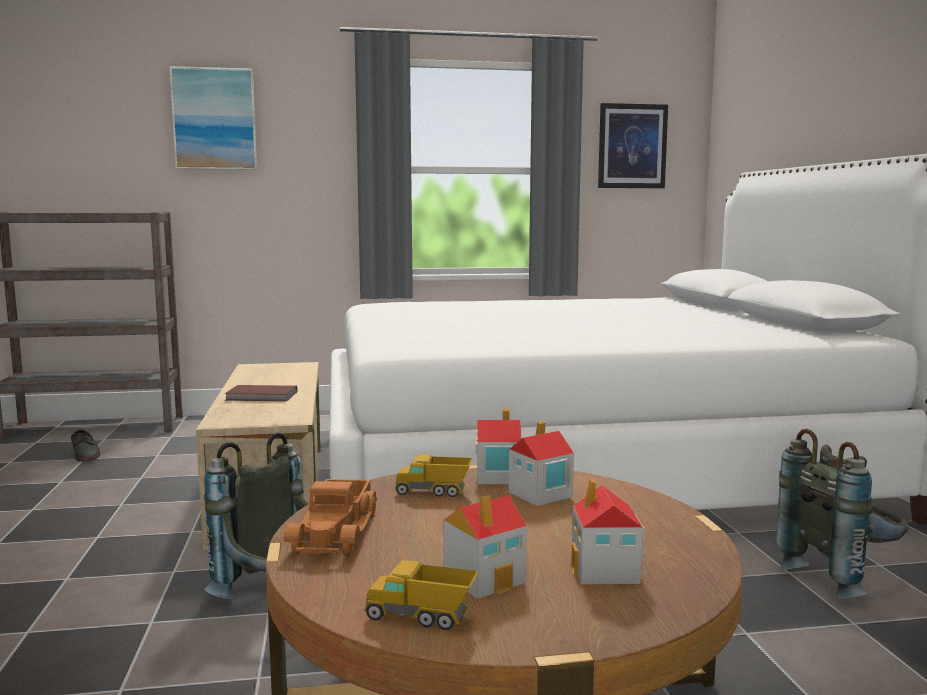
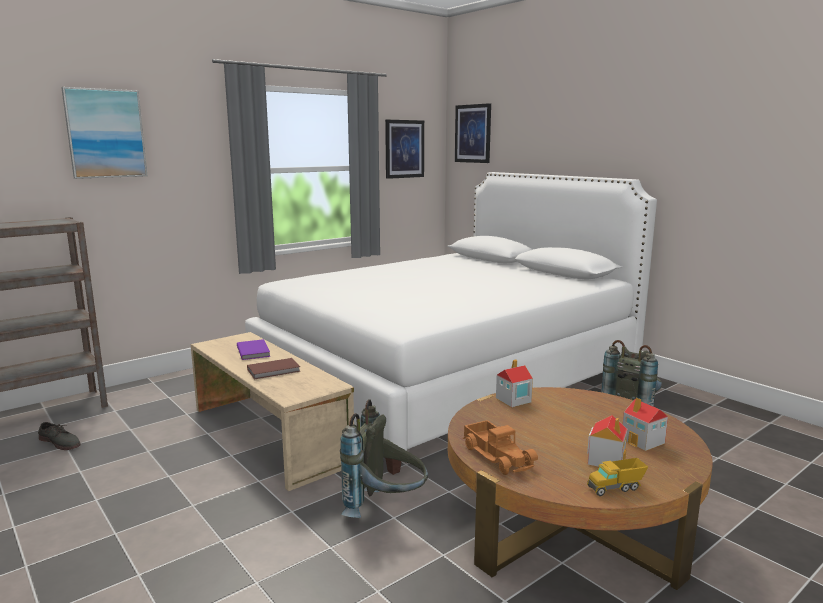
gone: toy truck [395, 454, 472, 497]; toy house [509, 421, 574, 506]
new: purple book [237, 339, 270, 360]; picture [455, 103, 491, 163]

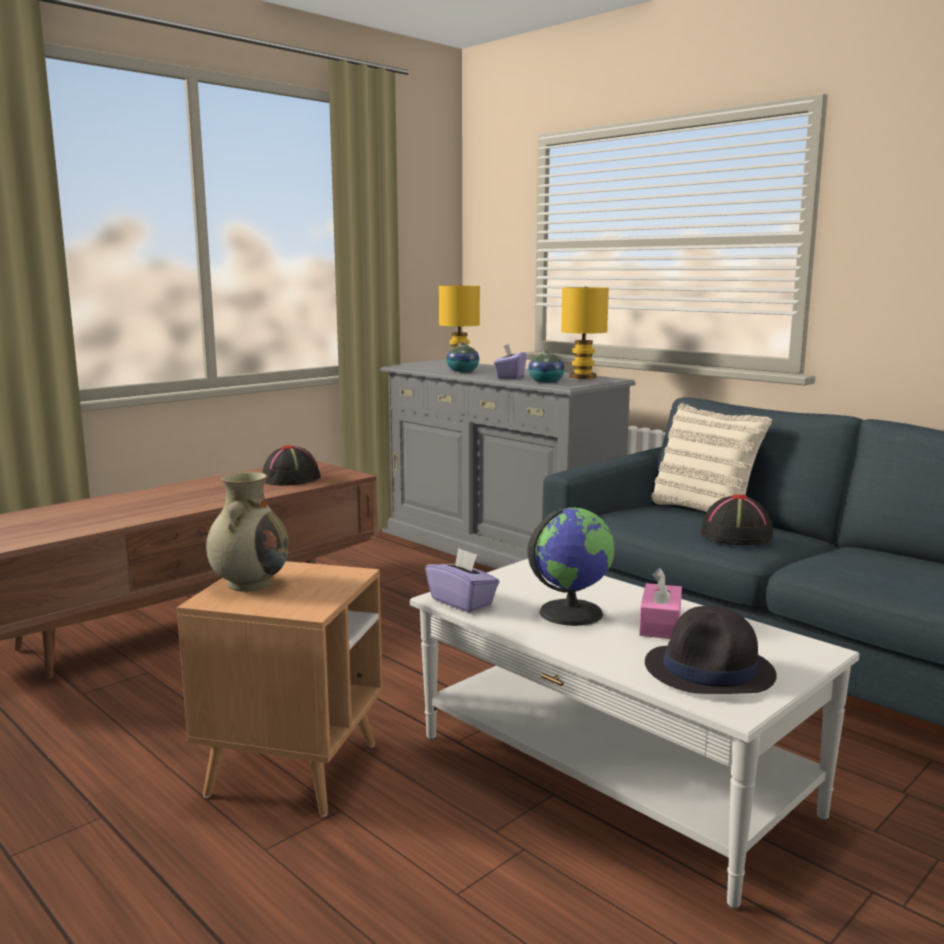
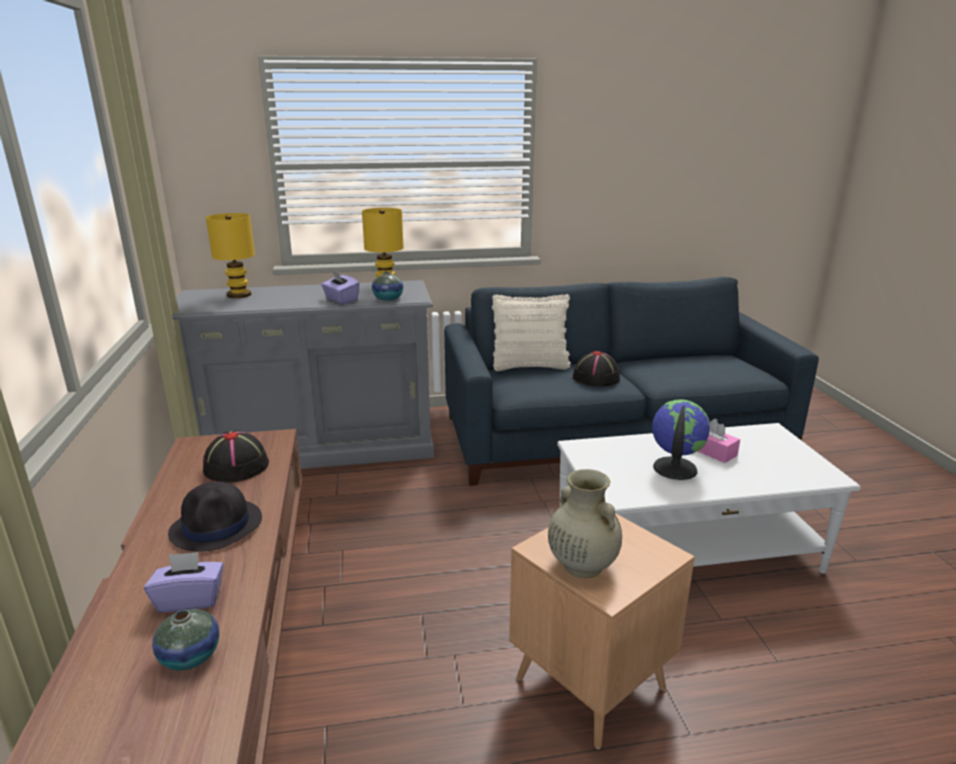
shifted: purple tissue box [425, 548, 500, 613] to [144, 552, 224, 612]; vase [447, 343, 479, 372] to [152, 609, 220, 670]; black hat [645, 606, 777, 694] to [168, 482, 262, 552]

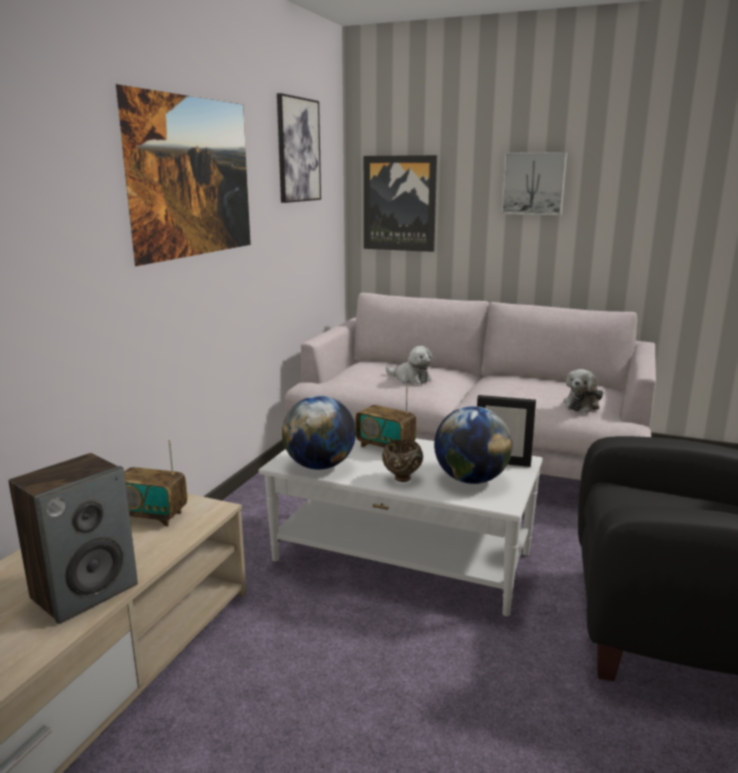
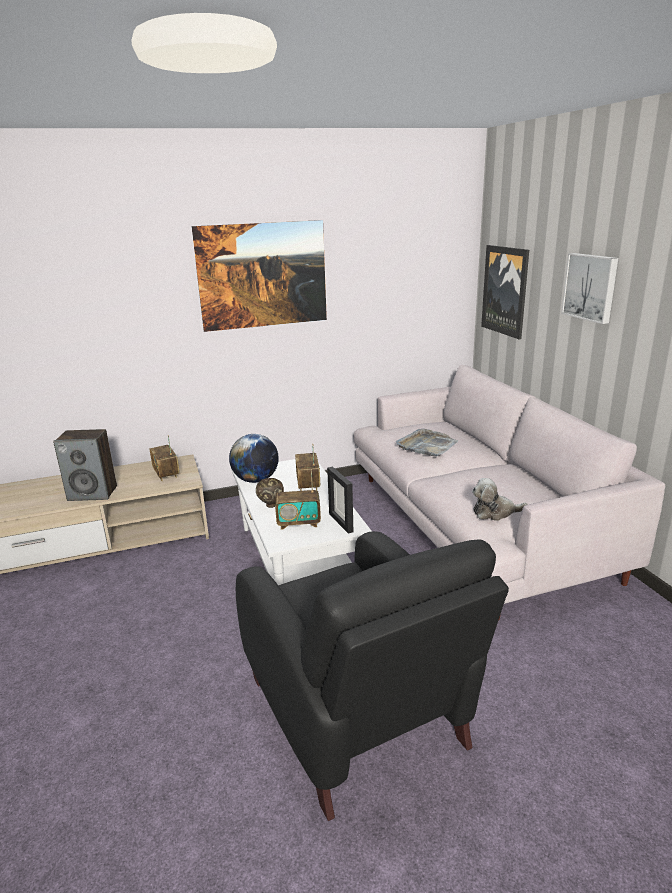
gone: picture [277, 93, 321, 203]
swapped: globe [434, 406, 512, 484] to radio [275, 469, 321, 530]; plush toy [386, 346, 433, 384] to grey tray [396, 429, 459, 457]

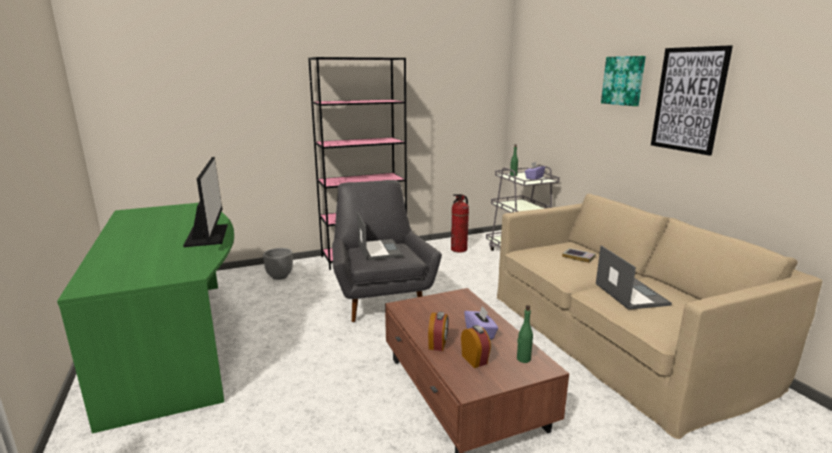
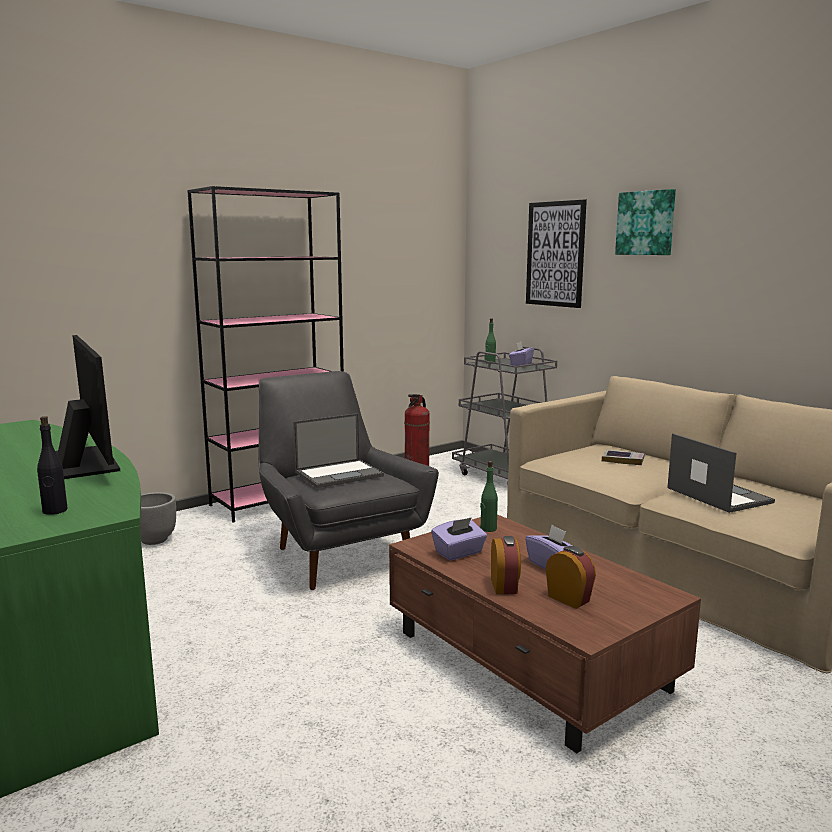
new: black bottle [37, 416, 67, 515]; purple tissue box [431, 517, 487, 561]
shifted: green bottle [517, 305, 533, 363] to [480, 461, 498, 532]; picture [651, 45, 733, 156] to [526, 199, 587, 308]
rotated: laptop [357, 212, 403, 260] = [293, 413, 384, 488] 90 degrees clockwise

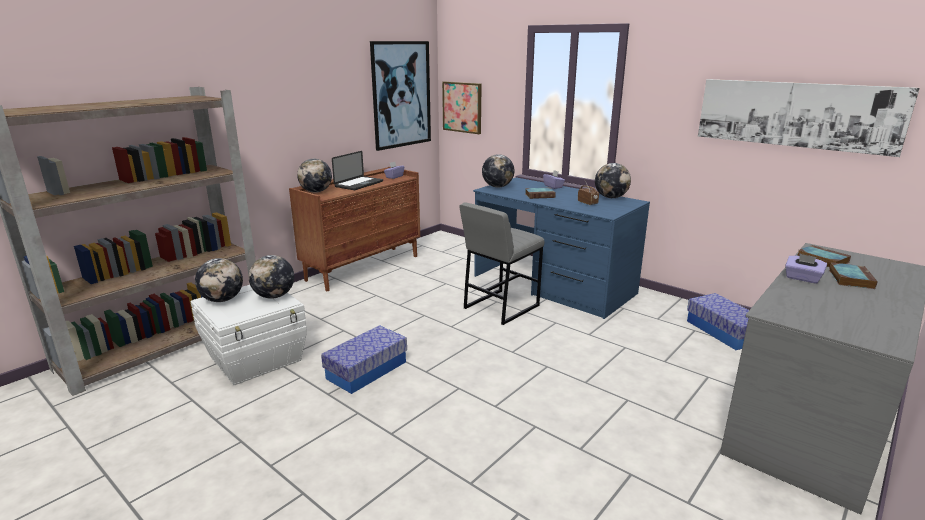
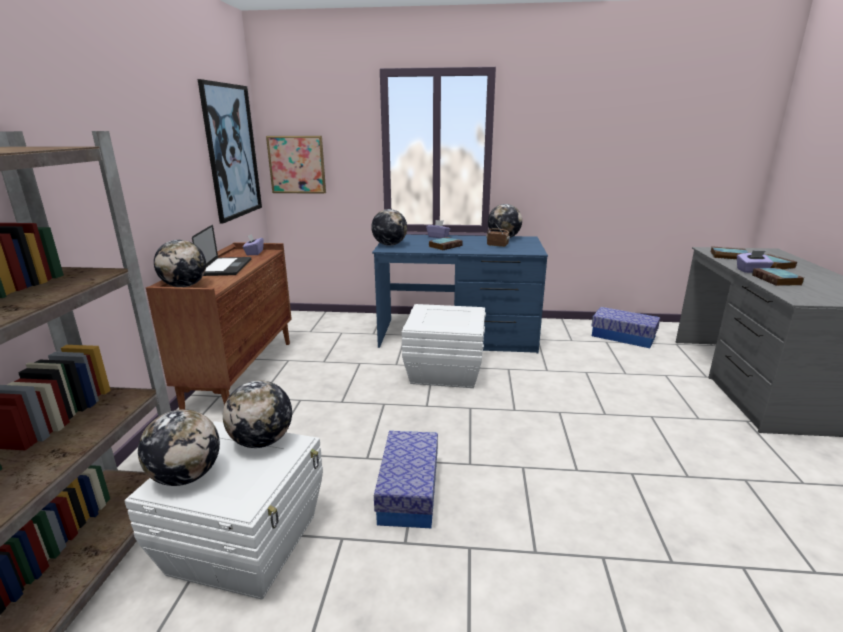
gone: picture [698, 79, 920, 157]
new: book [752, 268, 804, 286]
swapped: grey chair [460, 203, 545, 325] to white storage box [402, 304, 486, 388]

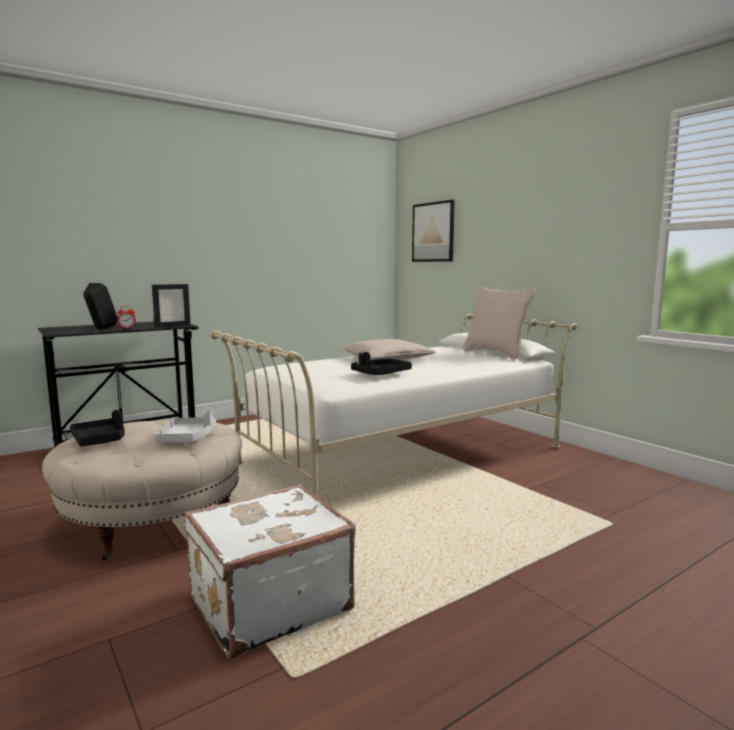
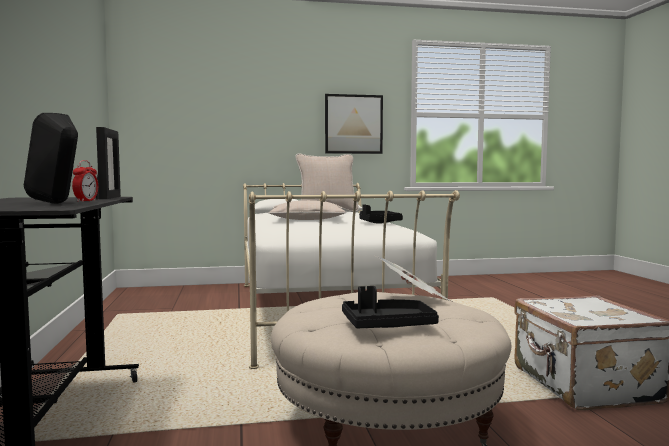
shifted: picture [412, 200, 455, 262] to [325, 94, 383, 154]
swapped: grey tray [155, 410, 216, 443] to newspaper [376, 256, 454, 302]

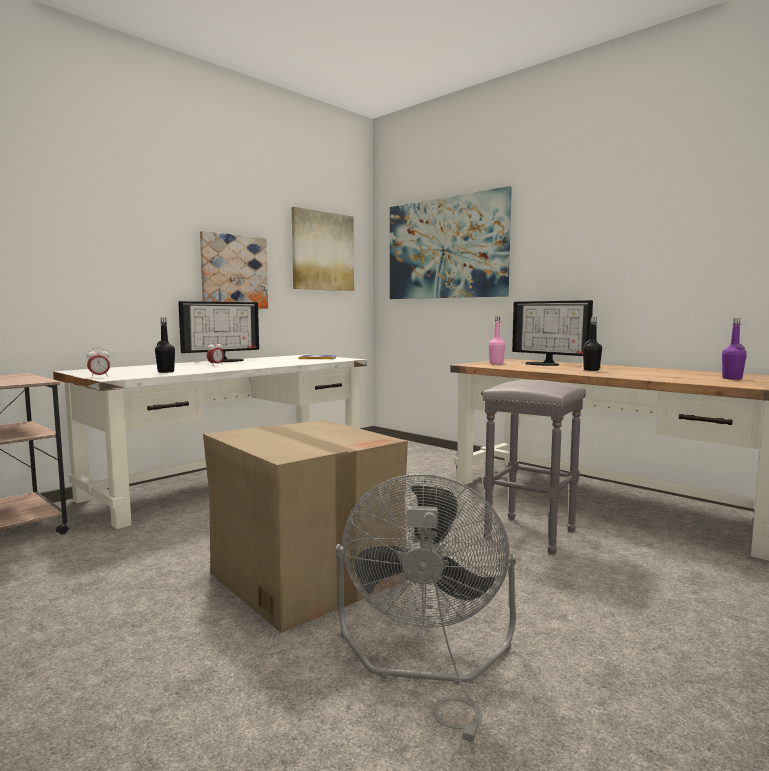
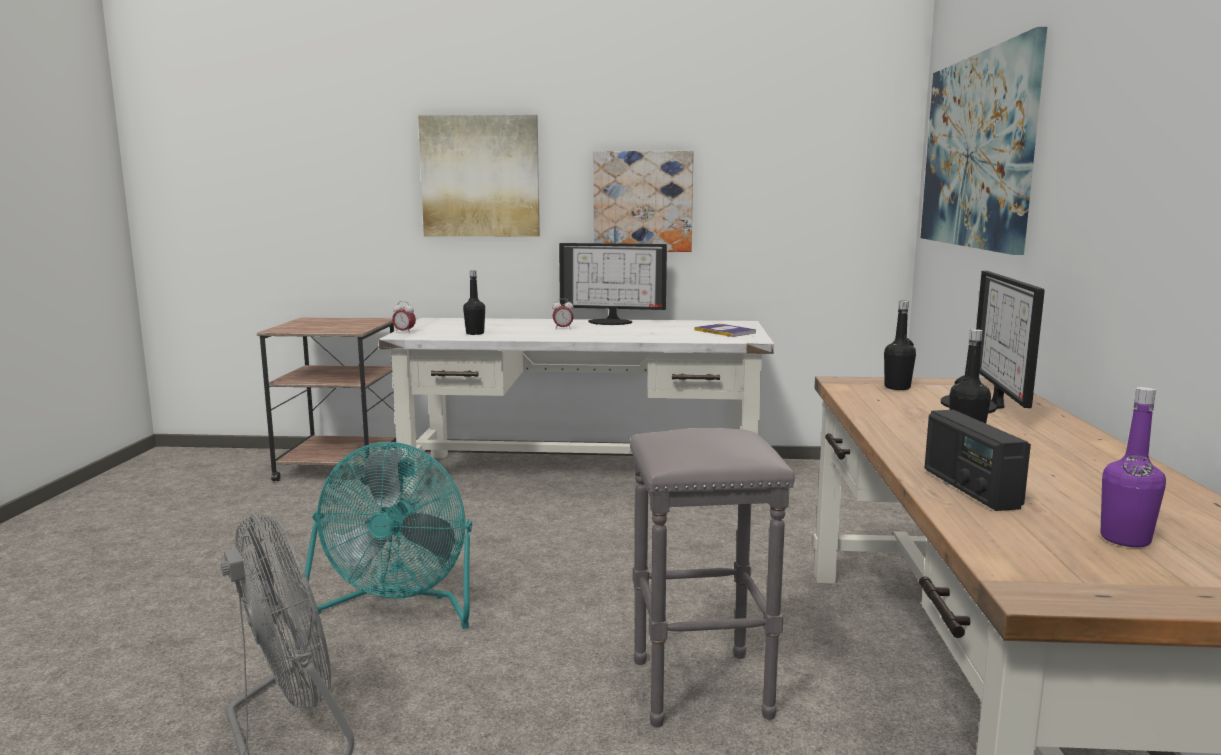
new: radio [925, 410, 1031, 511]
shifted: picture [292, 207, 354, 291] to [418, 115, 540, 237]
swapped: cardboard box [203, 420, 408, 633] to turquoise fan [302, 442, 472, 629]
repainted: pink bottle [489, 317, 505, 364] to black bottle [884, 301, 916, 390]

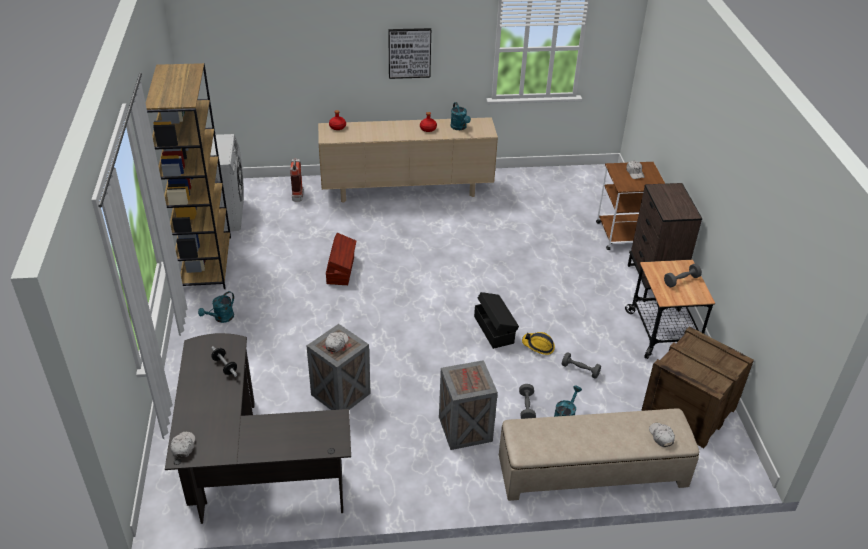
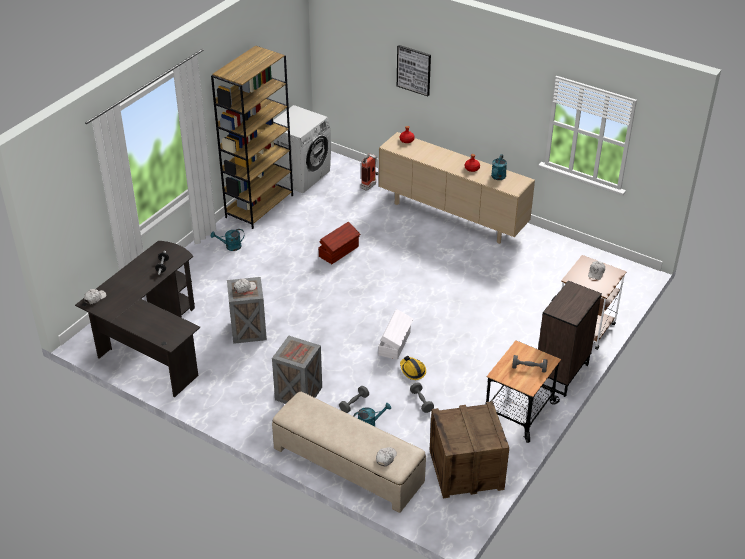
shifted: picture [388, 28, 431, 79] to [397, 45, 431, 96]
repainted: black storage box [474, 292, 519, 349] to white storage box [379, 309, 413, 360]

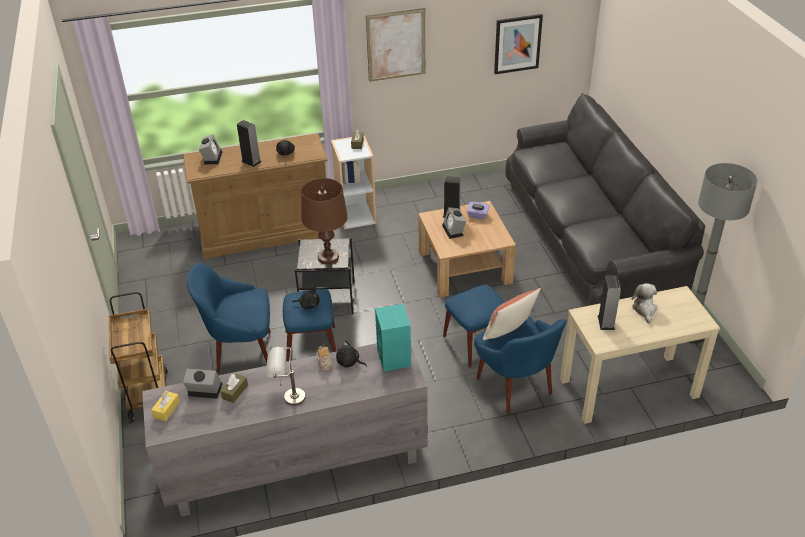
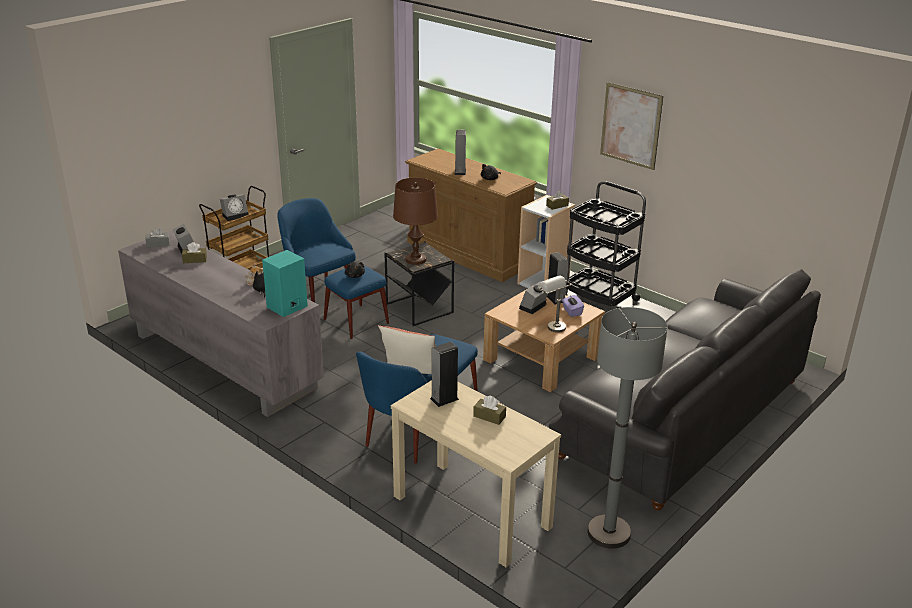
gone: picture [494, 14, 543, 74]
new: black cart [565, 181, 646, 313]
shifted: alarm clock [199, 134, 222, 164] to [220, 195, 249, 221]; grey table lamp [266, 347, 305, 406] to [538, 276, 572, 333]
swapped: plush toy [631, 283, 657, 324] to brown tissue box [473, 396, 506, 425]
repainted: yellow tissue box [151, 391, 180, 421] to grey tissue box [146, 228, 170, 248]

